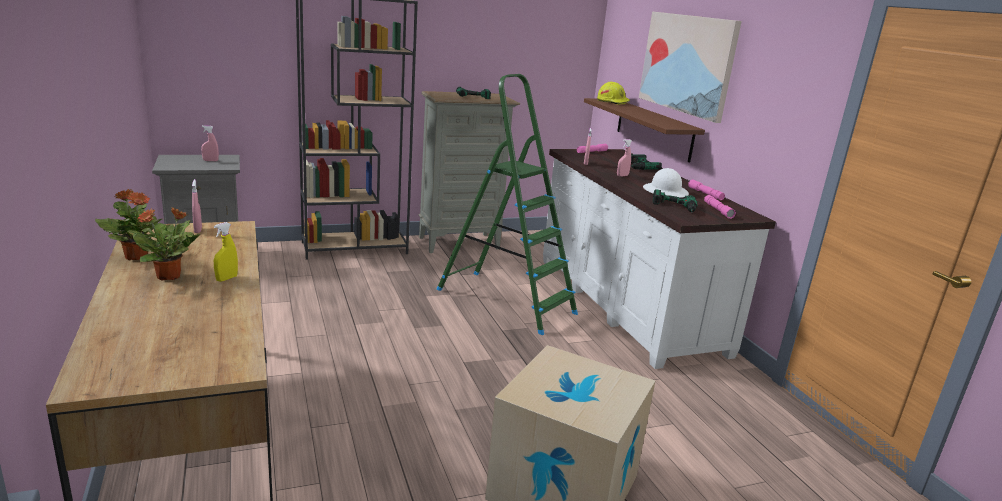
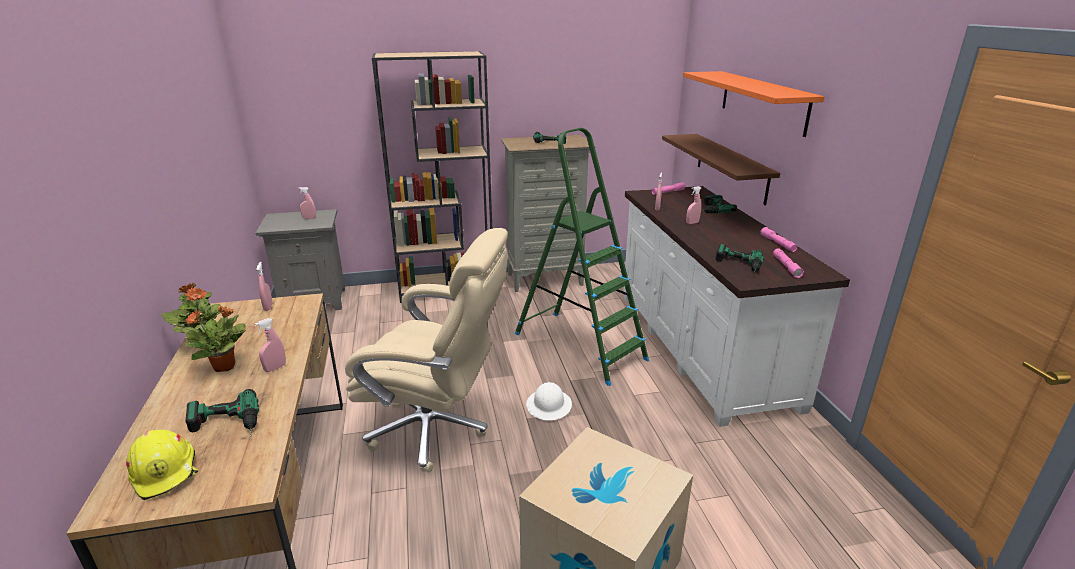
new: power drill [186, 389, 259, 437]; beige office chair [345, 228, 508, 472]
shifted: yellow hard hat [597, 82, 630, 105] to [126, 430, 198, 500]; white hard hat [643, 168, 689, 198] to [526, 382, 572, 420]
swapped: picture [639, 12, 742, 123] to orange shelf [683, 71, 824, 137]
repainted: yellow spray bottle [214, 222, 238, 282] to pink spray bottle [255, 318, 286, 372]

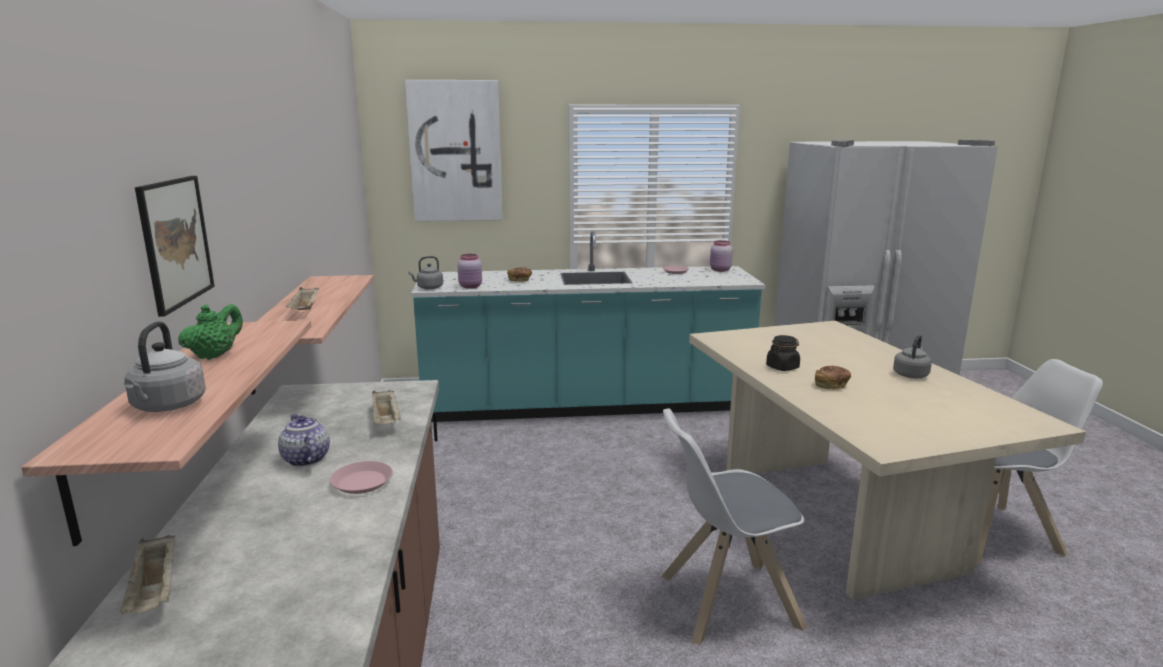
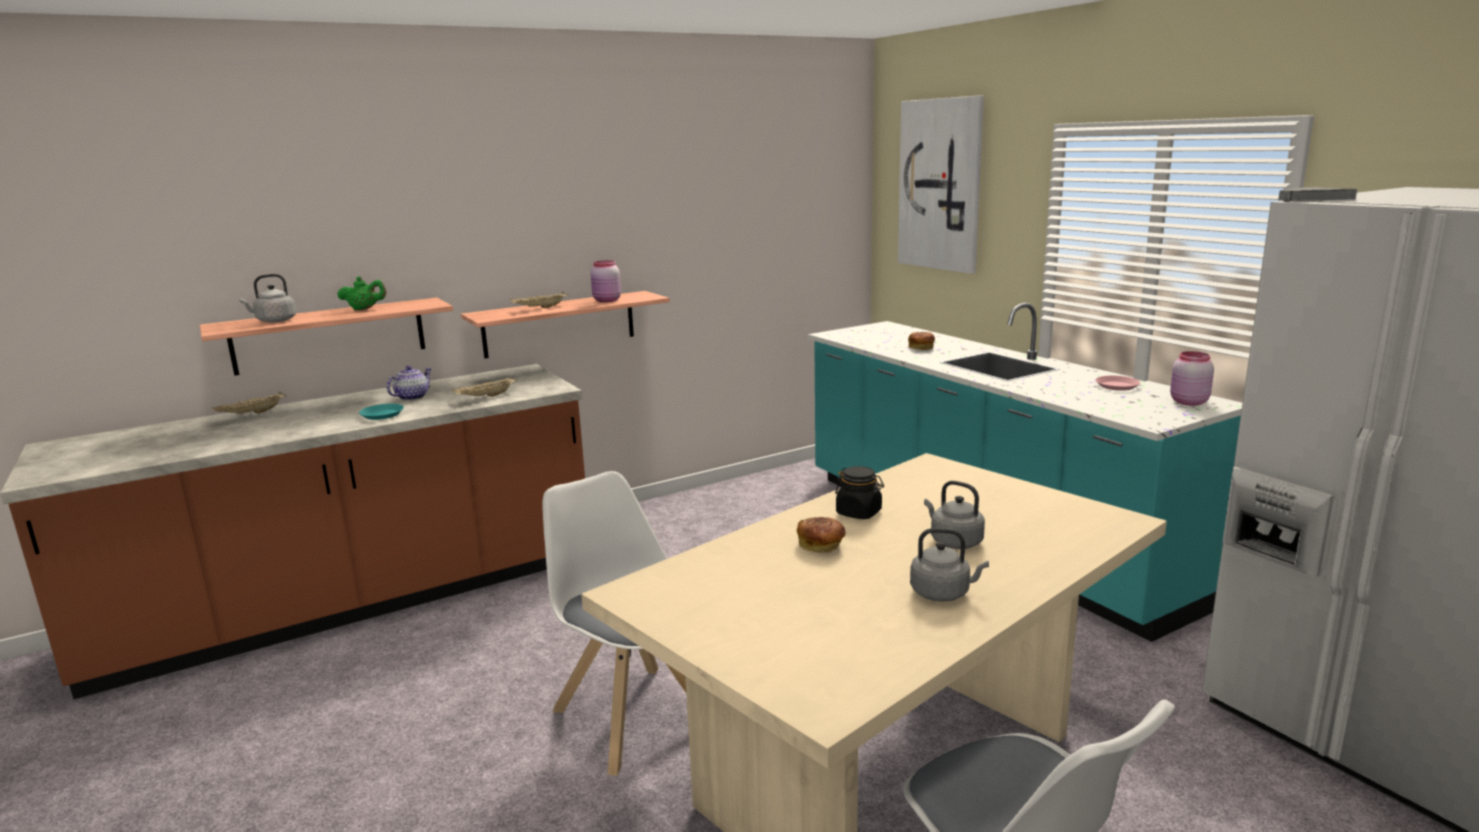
gone: picture [135, 176, 215, 317]
shifted: pink jar [457, 254, 482, 289] to [590, 260, 621, 302]; grey kettle [408, 256, 443, 289] to [924, 481, 985, 549]
repainted: pink plate [330, 461, 393, 494] to turquoise plate [359, 404, 404, 420]

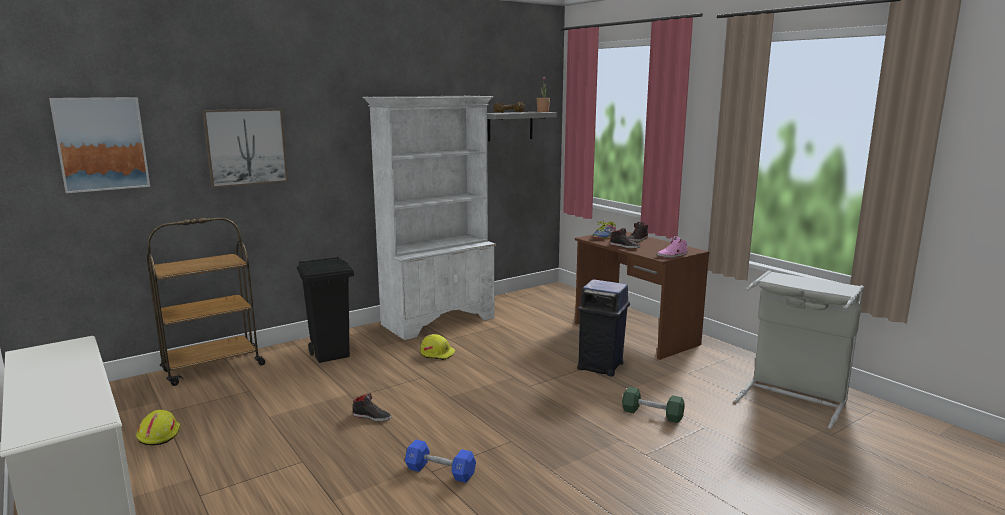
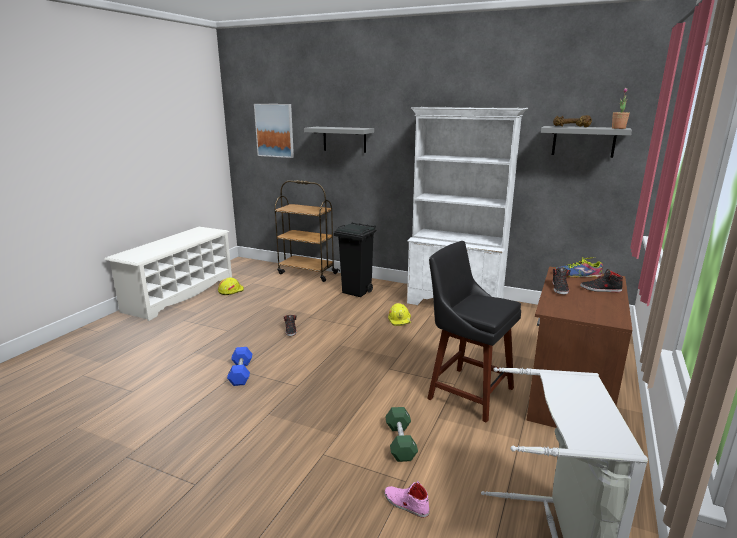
shifted: pink shoe [657, 236, 688, 258] to [384, 481, 430, 518]
swapped: picture [202, 109, 288, 188] to grey shelf [304, 127, 374, 153]; blue trash can [577, 279, 630, 377] to black chair [427, 241, 521, 423]

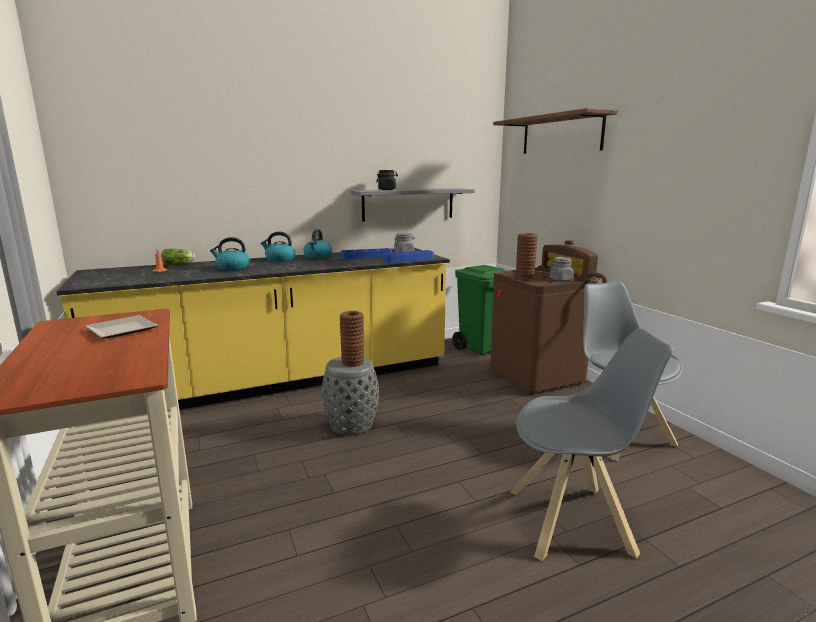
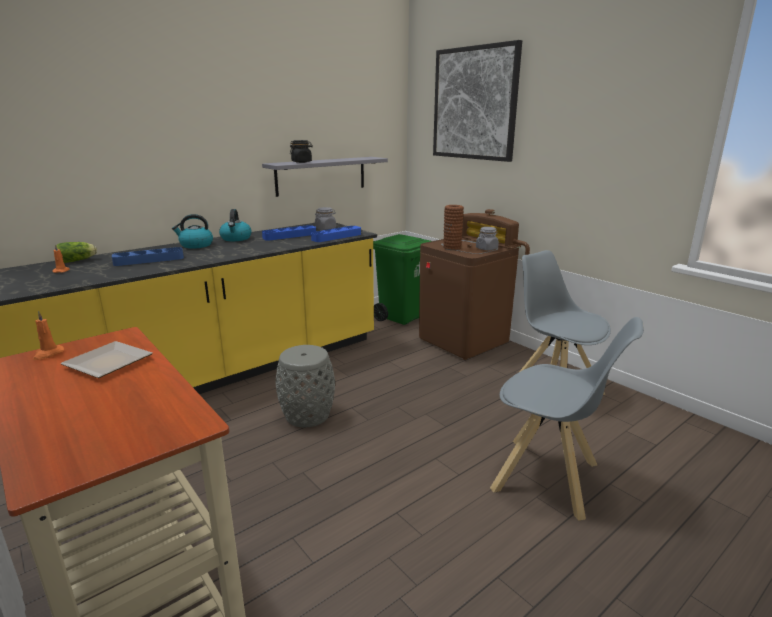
gone: brown vase [340, 311, 364, 367]
new: orange candle [33, 311, 64, 360]
swapped: kettle [210, 237, 250, 270] to blue tray [112, 247, 184, 266]; shelf [493, 108, 617, 154] to picture [433, 40, 522, 162]
rotated: grey chair [510, 328, 674, 561] = [490, 317, 644, 521] 45 degrees clockwise

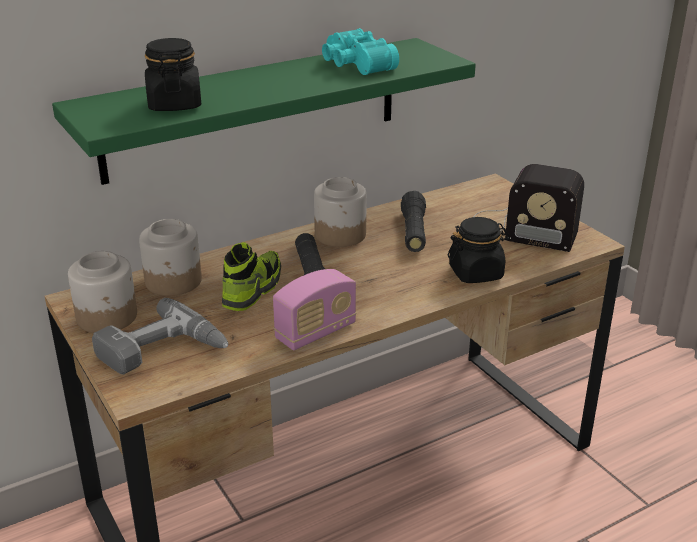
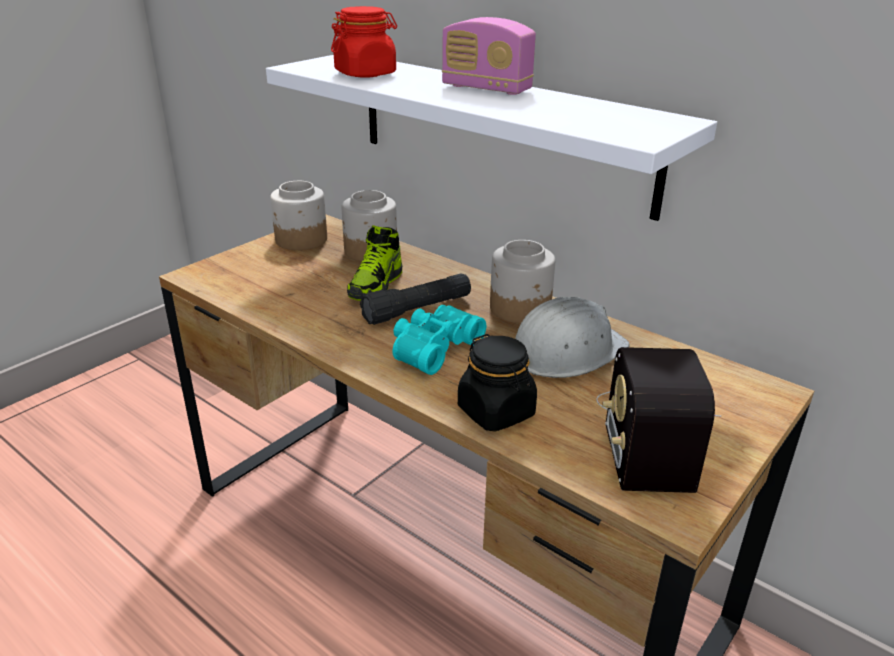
gone: power drill [92, 298, 228, 375]
shifted: turquoise binoculars [322, 28, 399, 75] to [393, 305, 486, 375]; radio [273, 269, 356, 351] to [442, 17, 536, 95]
swapped: black flashlight [401, 191, 426, 252] to white hard hat [515, 297, 630, 378]
repainted: green shelf [52, 38, 476, 185] to white shelf [266, 55, 717, 221]; black jar [145, 38, 201, 111] to red jar [331, 6, 397, 78]
rotated: shoe [222, 242, 281, 311] = [347, 225, 402, 301] 105 degrees clockwise

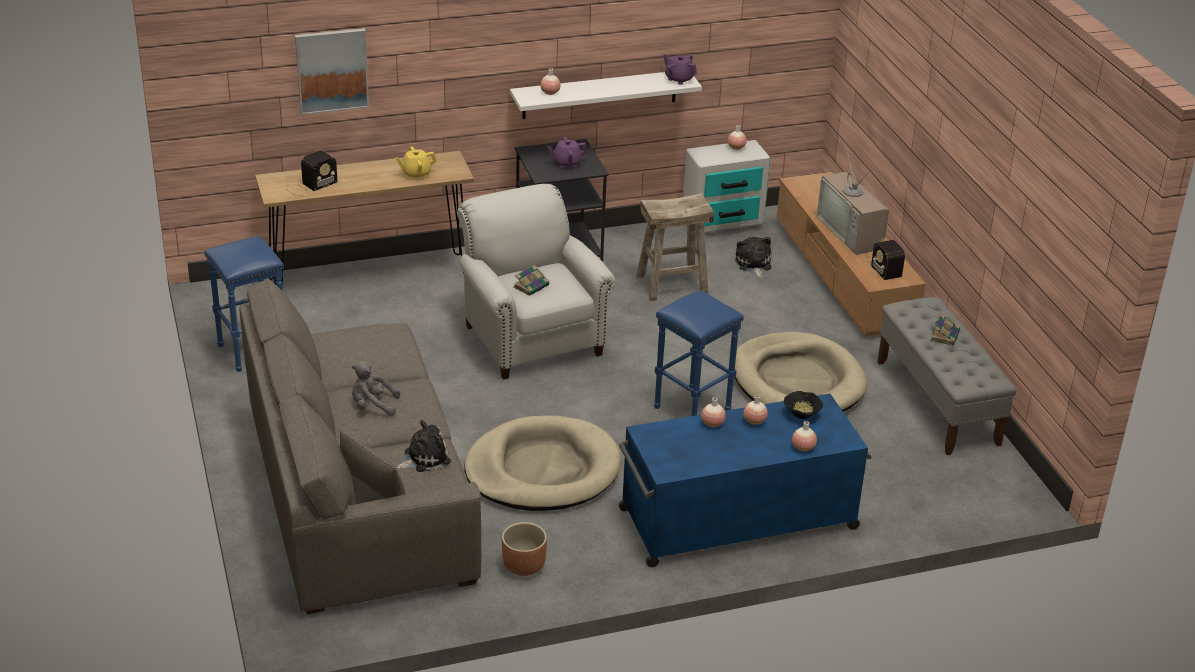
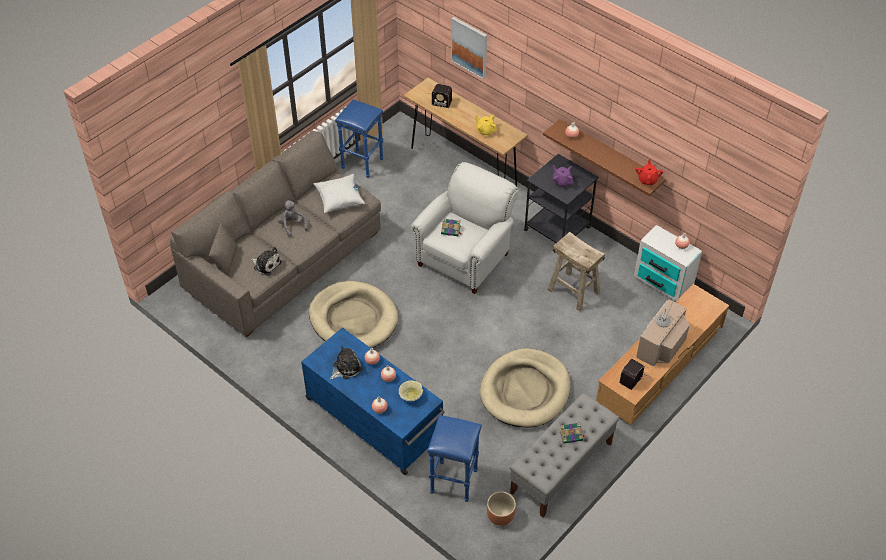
new: grey pillow [313, 174, 365, 213]
shifted: plush toy [735, 237, 771, 278] to [330, 346, 363, 380]; blue stool [654, 290, 744, 416] to [427, 415, 482, 502]; brown planter [502, 522, 547, 576] to [487, 491, 516, 526]
repainted: black bowl [784, 391, 823, 419] to beige bowl [399, 380, 423, 401]; white shelf [510, 72, 702, 119] to brown shelf [543, 119, 666, 196]; purple teapot [663, 54, 697, 85] to red teapot [636, 160, 663, 185]

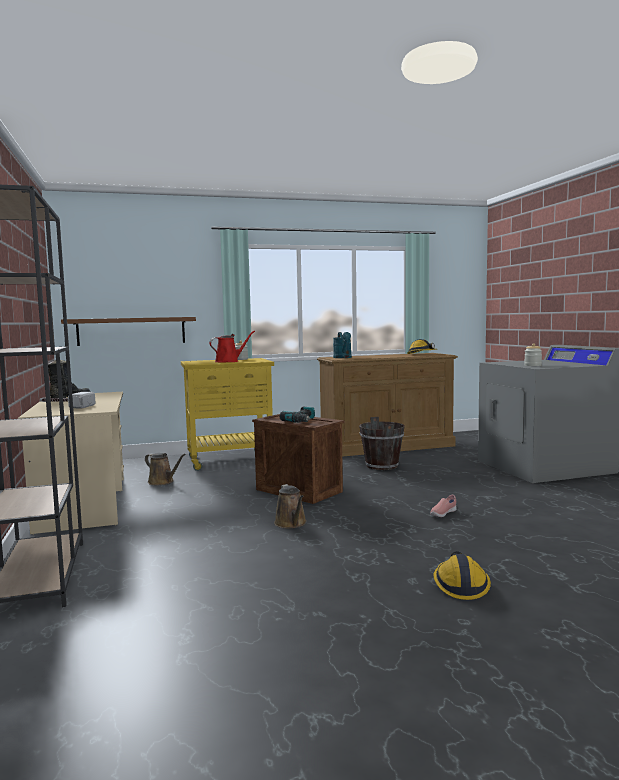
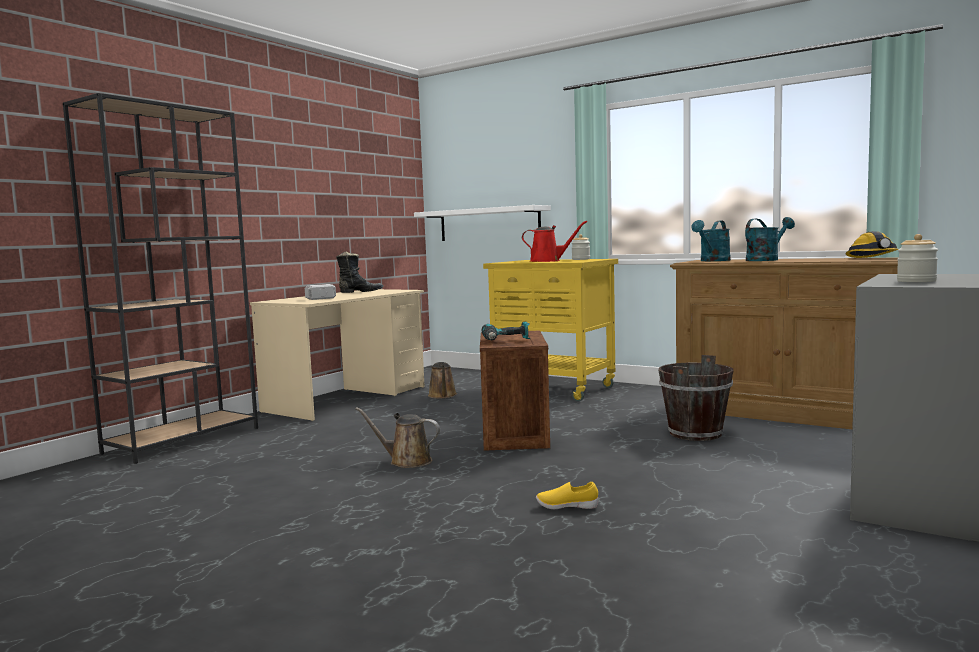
gone: hard hat [433, 551, 491, 600]
new: turquoise watering can [745, 217, 795, 261]
repainted: brown shelf [61, 317, 196, 346] to white shelf [414, 205, 551, 241]; pink shoe [430, 495, 457, 517] to yellow shoe [536, 482, 598, 509]
rotated: brown watering can [274, 484, 307, 528] = [355, 407, 440, 468] 75 degrees clockwise

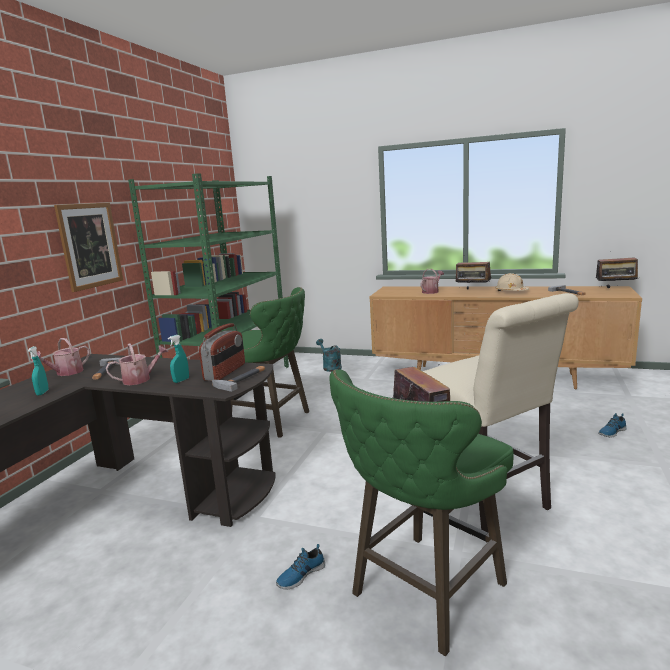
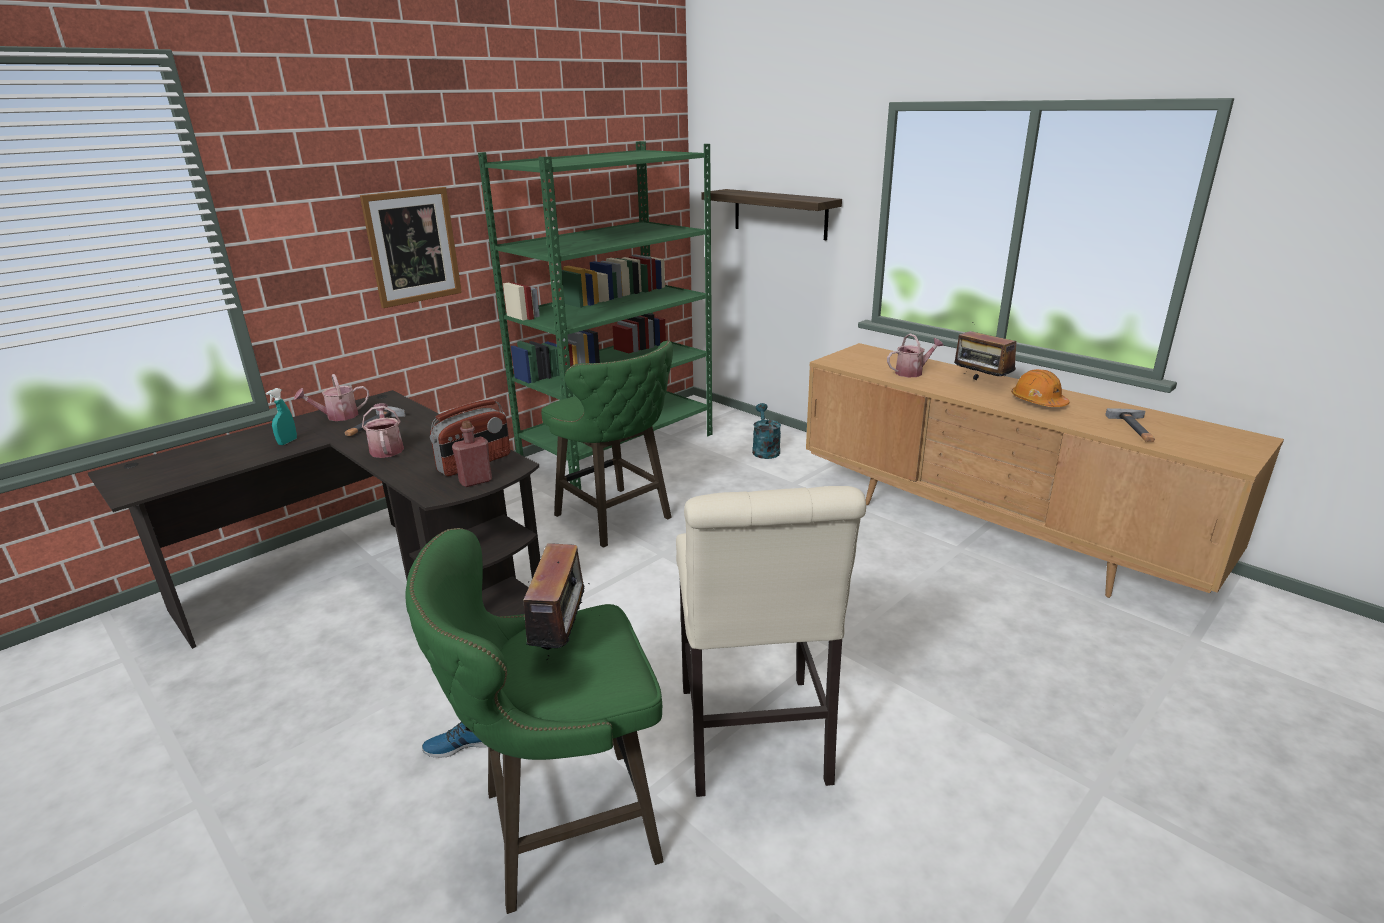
gone: turquoise spray bottle [168, 335, 189, 383]; radio [593, 251, 640, 288]; shoe [598, 413, 627, 437]
new: shelf [701, 189, 842, 240]
swapped: hammer [212, 366, 265, 392] to red bottle [452, 420, 492, 487]
repainted: beige hard hat [495, 273, 529, 291] to orange hard hat [1011, 369, 1070, 407]
rotated: watering can [106, 343, 169, 385] = [362, 403, 404, 458] 105 degrees counterclockwise

